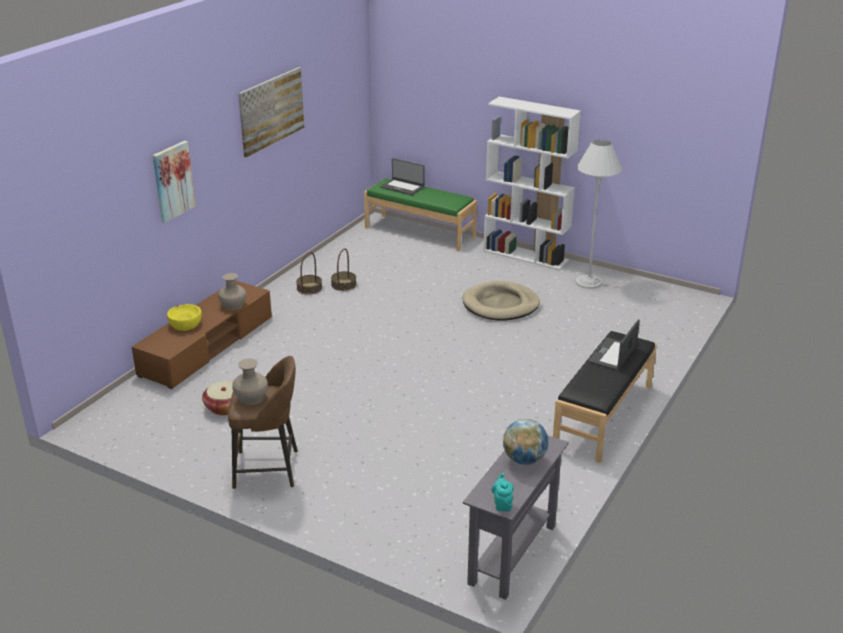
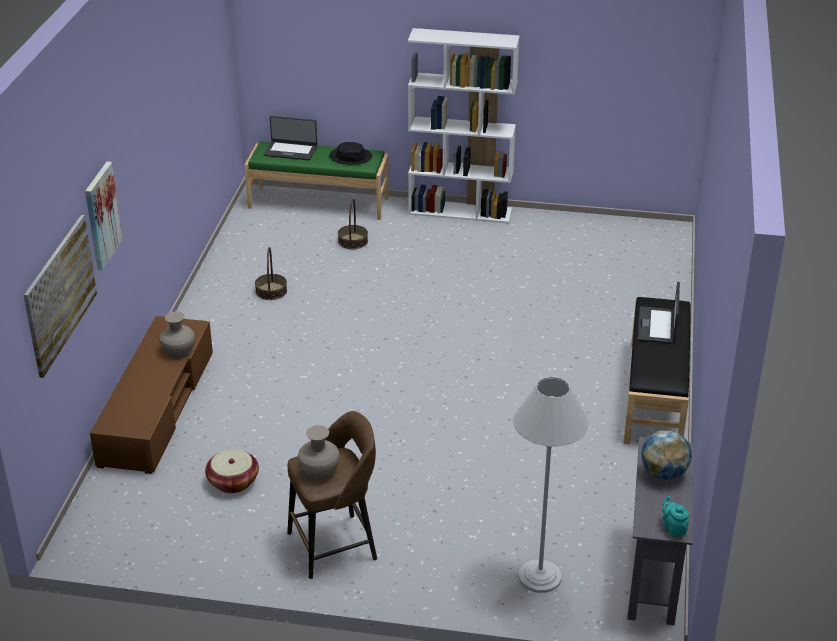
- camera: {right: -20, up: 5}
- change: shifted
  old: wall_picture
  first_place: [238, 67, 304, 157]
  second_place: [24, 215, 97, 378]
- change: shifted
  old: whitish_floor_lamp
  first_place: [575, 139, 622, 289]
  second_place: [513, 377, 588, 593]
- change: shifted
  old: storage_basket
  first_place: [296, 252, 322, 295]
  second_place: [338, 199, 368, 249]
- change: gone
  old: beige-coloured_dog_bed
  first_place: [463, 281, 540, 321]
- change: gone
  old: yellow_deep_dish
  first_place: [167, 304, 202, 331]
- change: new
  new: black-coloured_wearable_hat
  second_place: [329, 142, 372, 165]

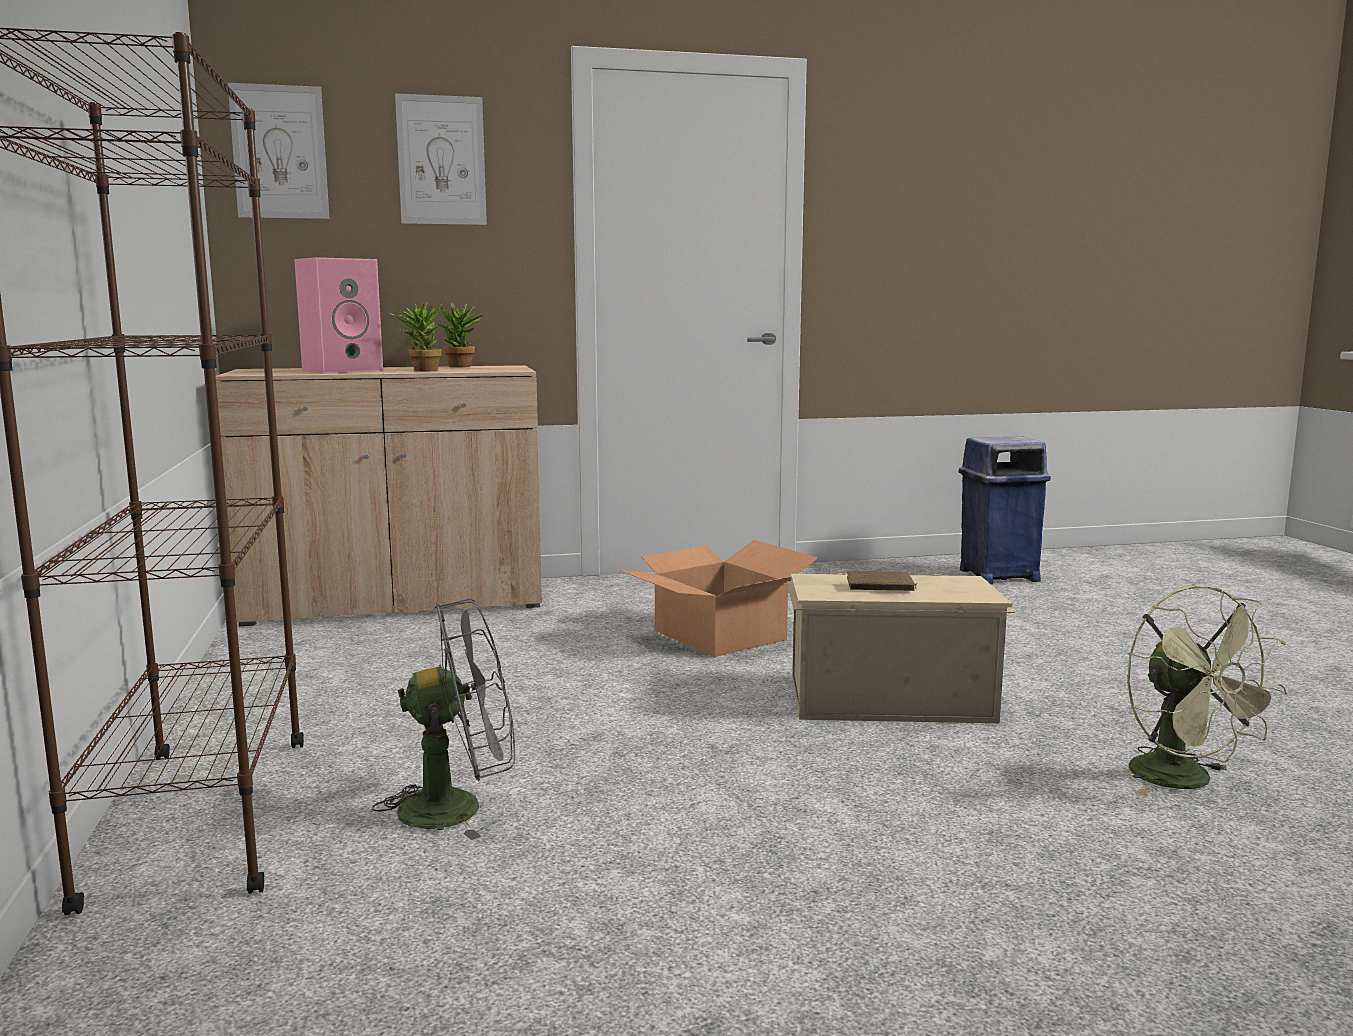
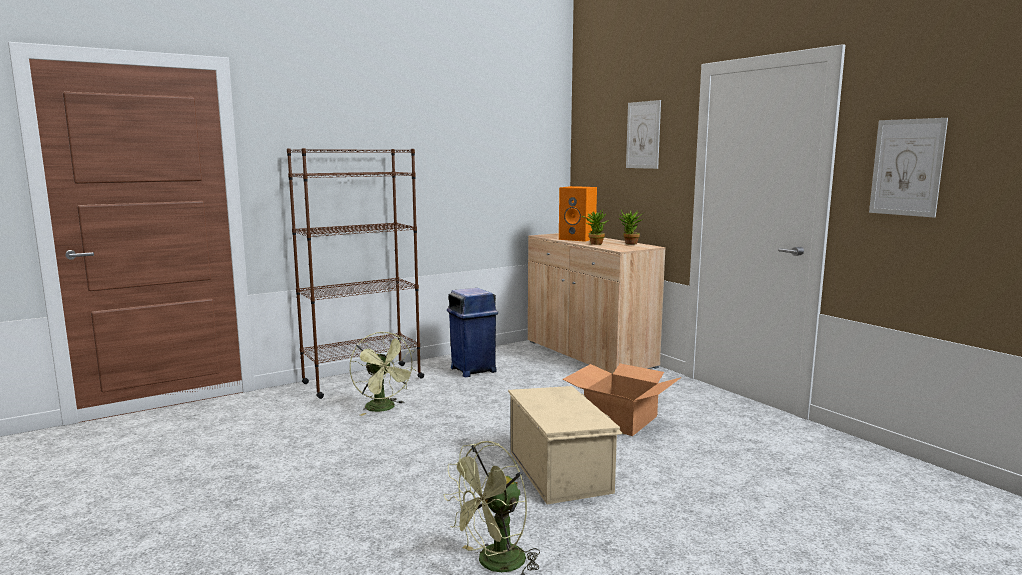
- camera: {right: 70, up: 0}
- change: shifted
  old: wall_picture
  first_place: [228, 83, 329, 219]
  second_place: [869, 118, 948, 218]
- change: repainted
  old: pinkish_speaker
  new: orange-coloured_speaker
  first_place: [294, 257, 383, 374]
  second_place: [559, 186, 597, 242]
- change: shifted
  old: blue_waste_bin
  first_place: [958, 436, 1051, 584]
  second_place: [447, 288, 498, 377]
- change: gone
  old: brown_book
  first_place: [846, 571, 918, 591]
- change: repainted
  old: greyish_fan
  new: green_fan
  first_place: [372, 598, 515, 840]
  second_place: [350, 332, 416, 416]

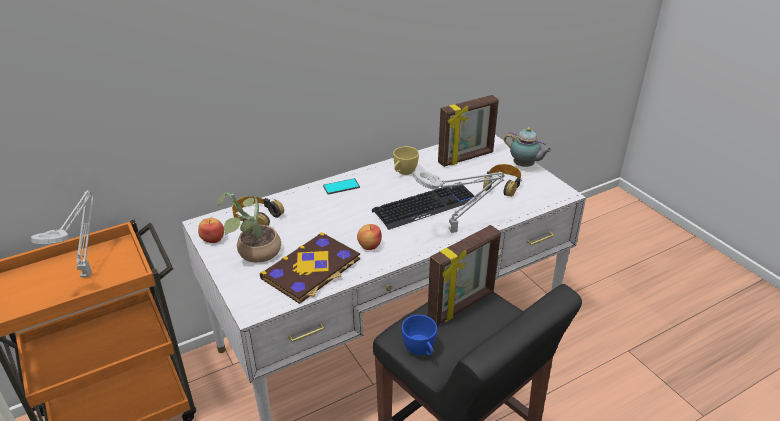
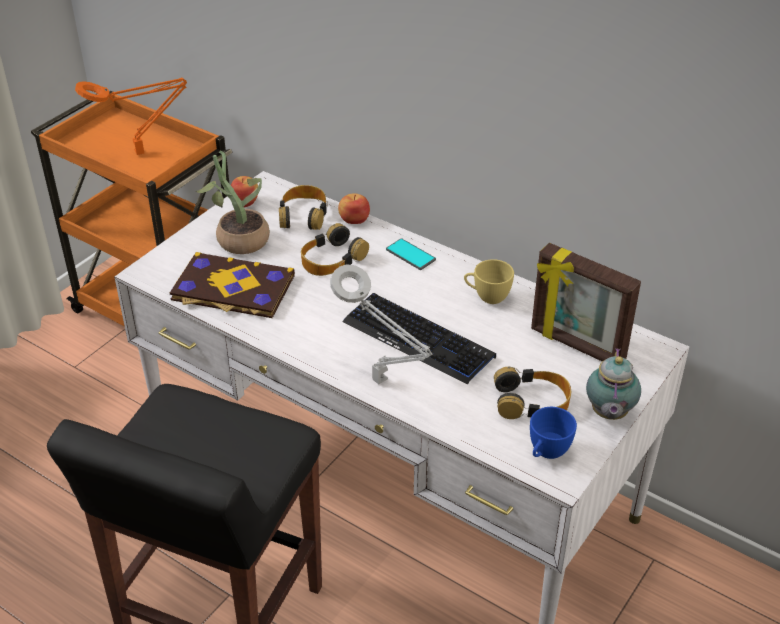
- camera: {right: 65, up: 5}
- change: repainted
  old: greyish_table_lamp
  new: orange-coloured_table_lamp
  first_place: [31, 190, 95, 277]
  second_place: [75, 77, 187, 155]
- change: shifted
  old: apple
  first_place: [357, 224, 382, 250]
  second_place: [338, 193, 370, 224]
- change: gone
  old: standing_frame
  first_place: [427, 225, 501, 325]
- change: shifted
  old: blue_small_cup
  first_place: [402, 315, 437, 355]
  second_place: [530, 407, 577, 459]
- change: new
  new: headphones
  second_place: [301, 223, 369, 276]

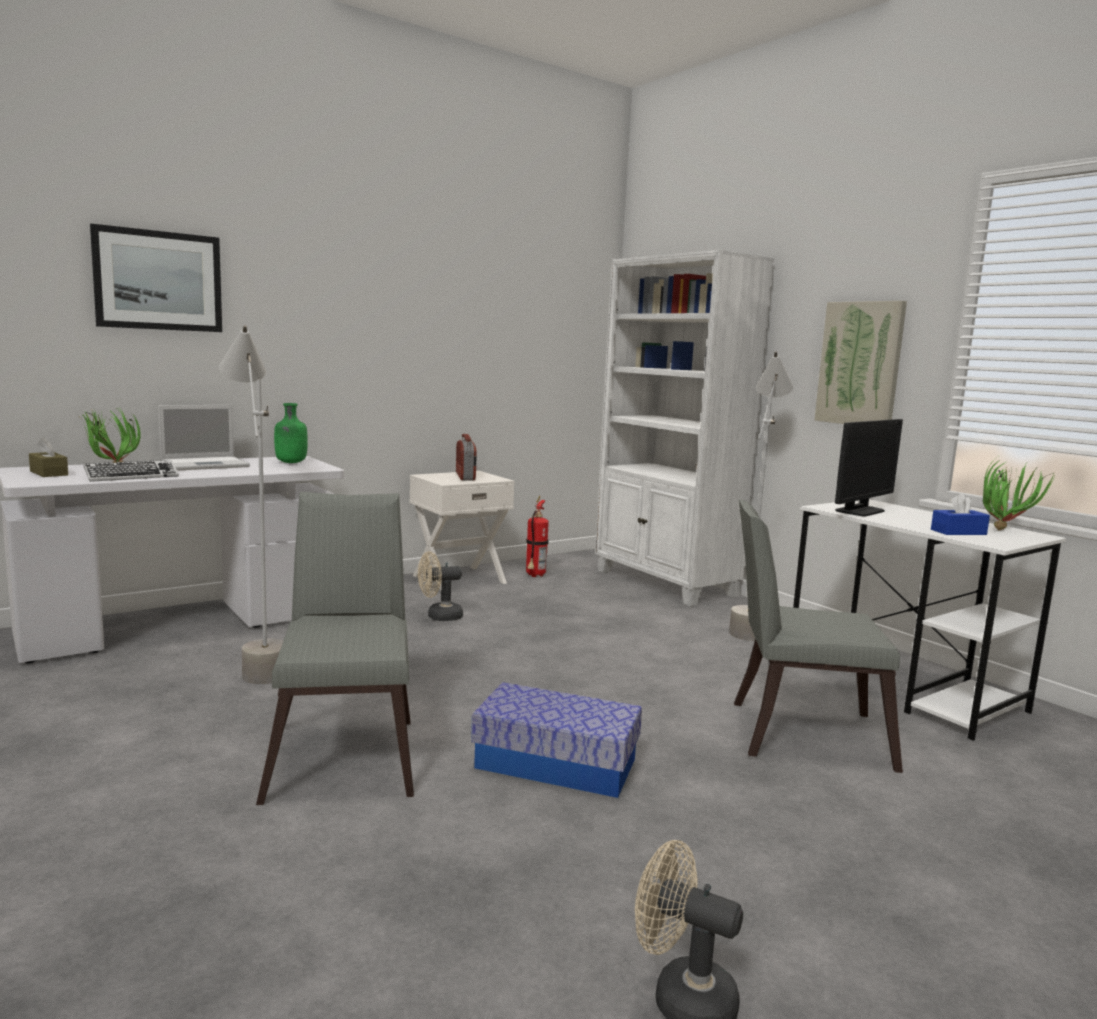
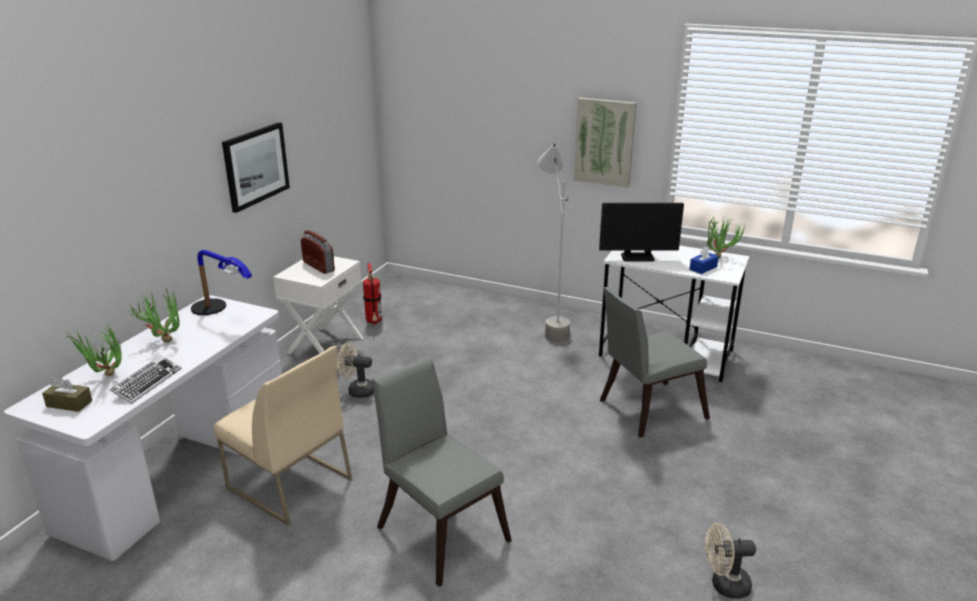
- camera: {right: -30, up: 15}
- change: shifted
  old: wall_picture
  first_place: [90, 224, 222, 332]
  second_place: [222, 122, 290, 213]
- change: gone
  old: whitish_bookshelf
  first_place: [595, 250, 775, 607]
- change: swapped
  old: greyish_floor_lamp
  new: beige-coloured_plain_chair
  first_place: [219, 325, 284, 684]
  second_place: [214, 346, 352, 525]
- change: swapped
  old: green_bottle
  new: table_lamp
  first_place: [274, 403, 308, 463]
  second_place: [191, 250, 252, 315]
- change: swapped
  old: notebook_computer
  new: houseplant
  first_place: [158, 405, 250, 471]
  second_place: [130, 289, 180, 342]
- change: rotated
  old: monitor
  first_place: [835, 419, 903, 516]
  second_place: [599, 203, 684, 262]
  degrees: 75
- change: rotated
  old: beige-coloured_fan
  first_place: [418, 551, 463, 621]
  second_place: [337, 343, 374, 398]
  degrees: 60
- change: gone
  old: storage_container
  first_place: [471, 682, 642, 798]

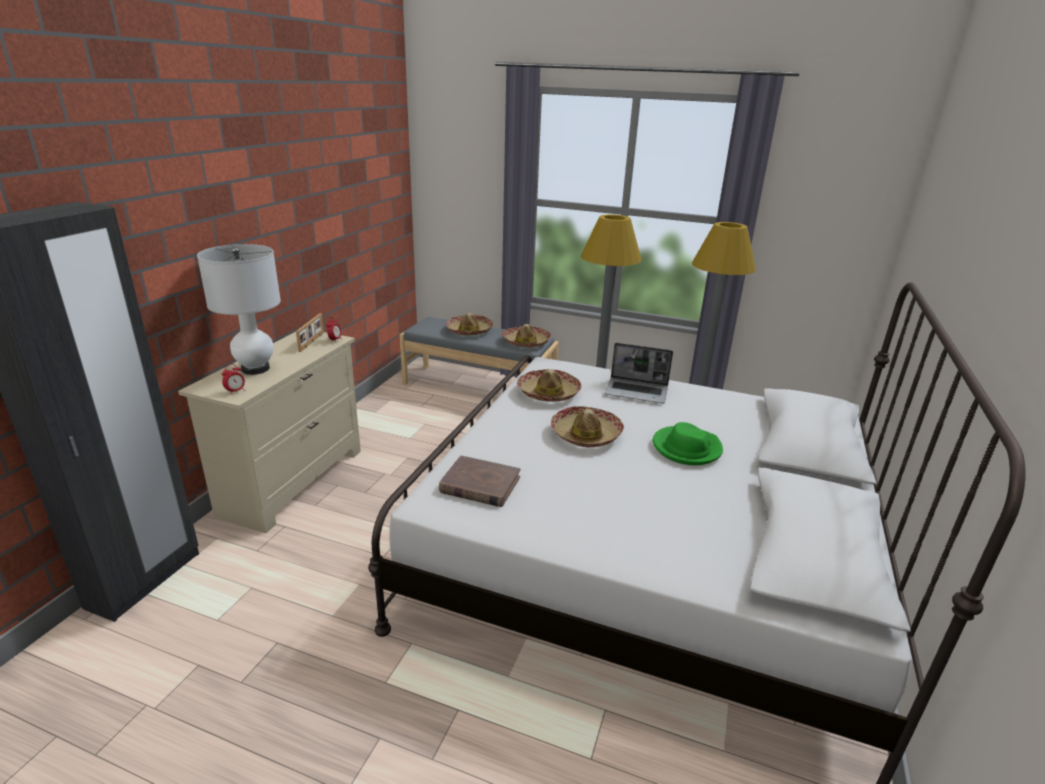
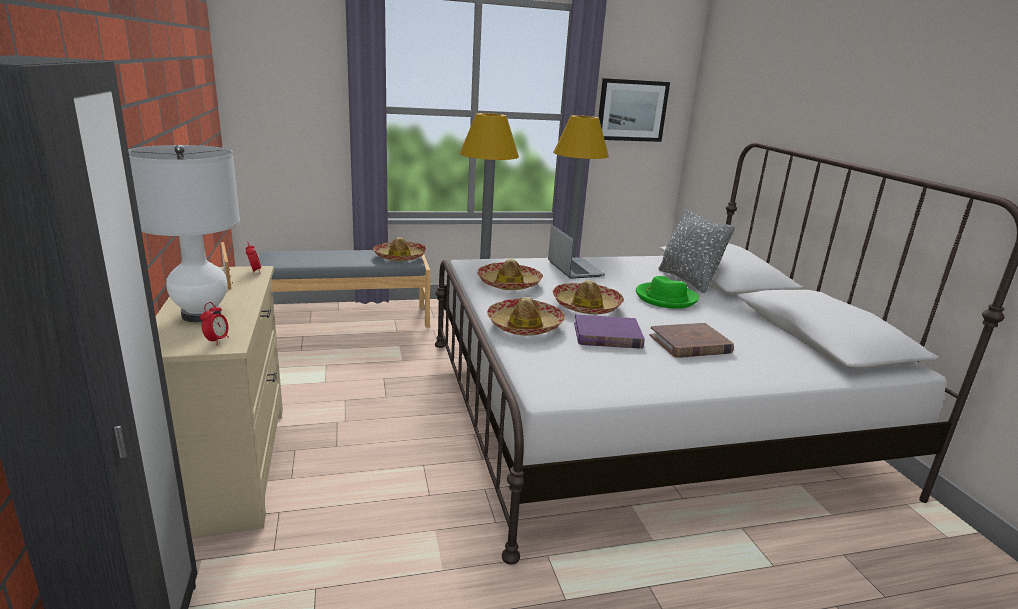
- camera: {right: -35, up: -5}
- change: shifted
  old: wearable_hat
  first_place: [446, 313, 493, 336]
  second_place: [487, 297, 565, 336]
- change: rotated
  old: notebook_computer
  first_place: [604, 343, 673, 404]
  second_place: [548, 224, 605, 279]
  degrees: -90
- change: shifted
  old: brown_book
  first_place: [439, 456, 520, 507]
  second_place: [650, 323, 734, 358]
- change: new
  new: wall_picture
  second_place: [598, 78, 670, 142]
- change: new
  new: greyish_pillow
  second_place: [658, 209, 735, 293]
- change: new
  new: purple_book
  second_place: [574, 315, 645, 349]

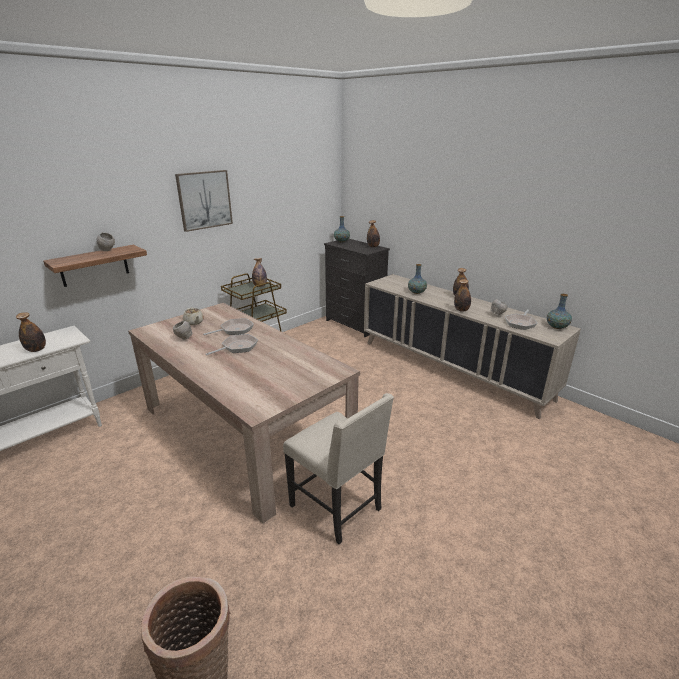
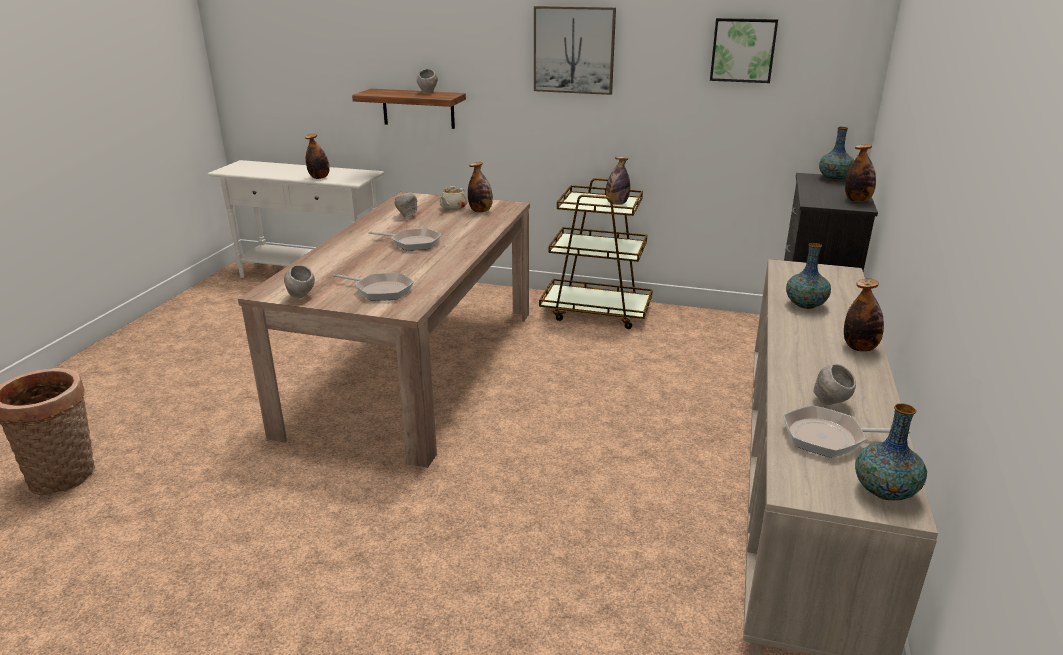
- camera: {right: 60, up: 0}
- change: shifted
  old: bottle
  first_place: [454, 279, 471, 312]
  second_place: [468, 162, 493, 212]
- change: shifted
  old: frying_pan
  first_place: [203, 319, 254, 335]
  second_place: [333, 273, 414, 301]
- change: gone
  old: beige-coloured_plain_chair
  first_place: [283, 393, 394, 544]
- change: new
  new: wall_picture
  second_place: [710, 18, 778, 83]
- change: new
  new: greyish_deep_dish
  second_place: [284, 265, 315, 298]

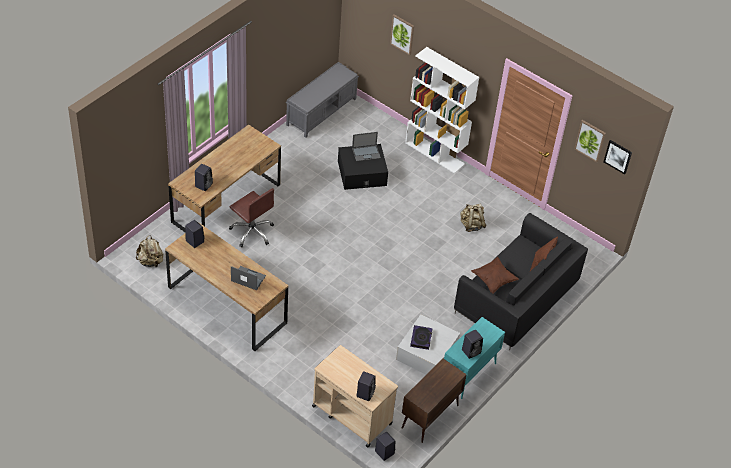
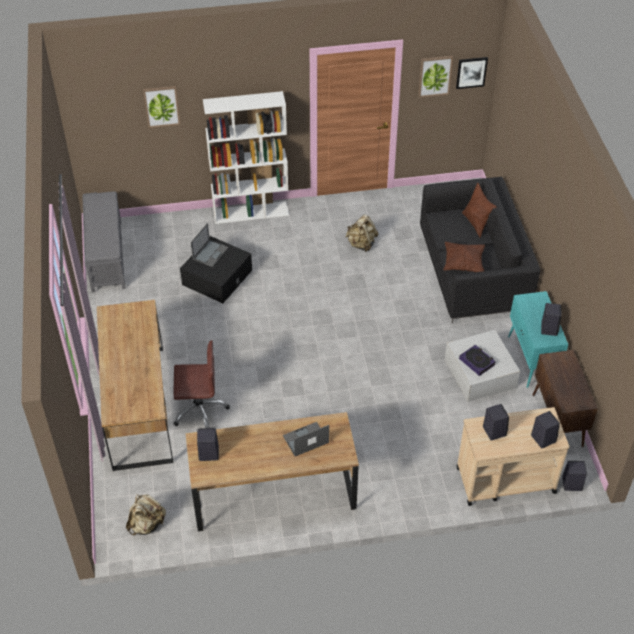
- camera: {right: -45, up: 0}
- change: shifted
  old: black-coloured_speaker
  first_place: [195, 164, 213, 191]
  second_place: [483, 404, 509, 441]

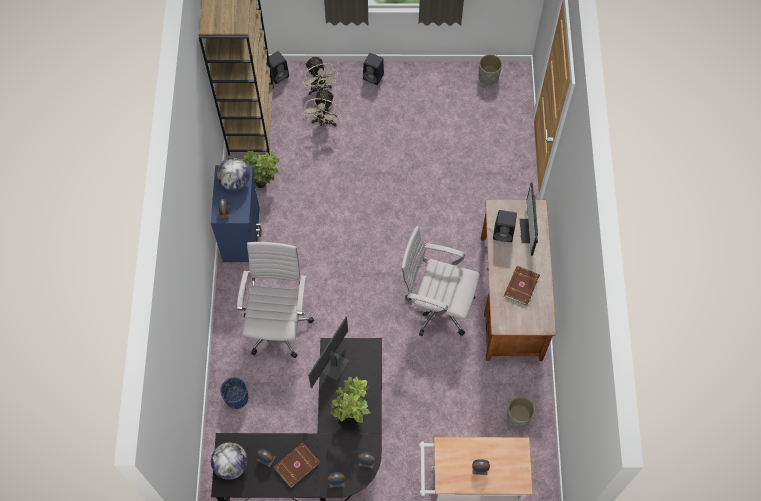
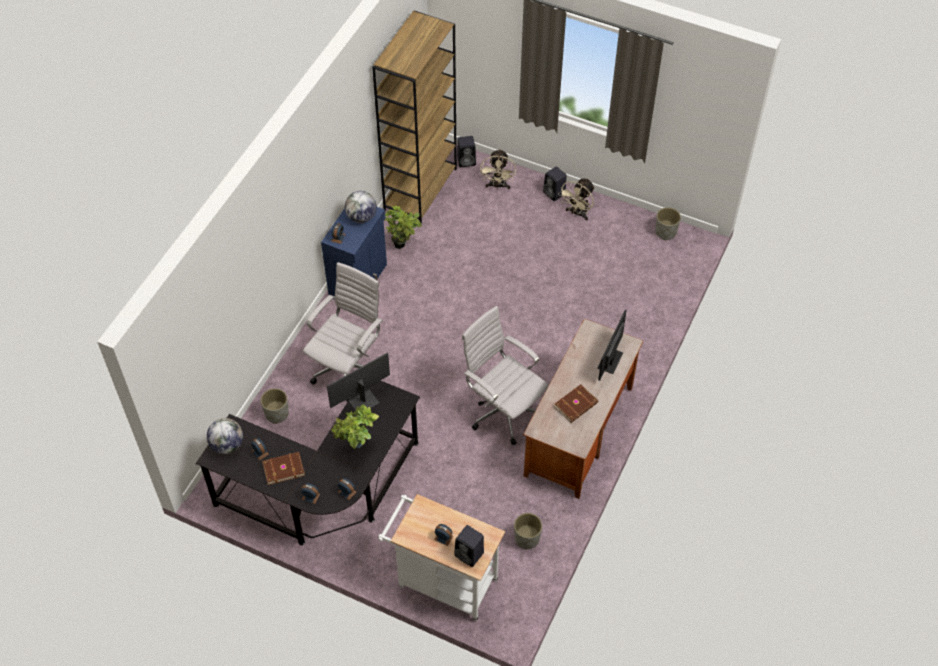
- camera: {right: 25, up: -10}
- change: shifted
  old: beige-coloured_fan
  first_place: [304, 89, 340, 126]
  second_place: [558, 178, 595, 221]
- change: shifted
  old: black-coloured_speaker
  first_place: [493, 210, 517, 242]
  second_place: [454, 525, 484, 567]
- change: repainted
  old: blue_plant_pot
  new: greyish_plant_pot
  first_place: [220, 377, 248, 409]
  second_place: [261, 388, 289, 424]

